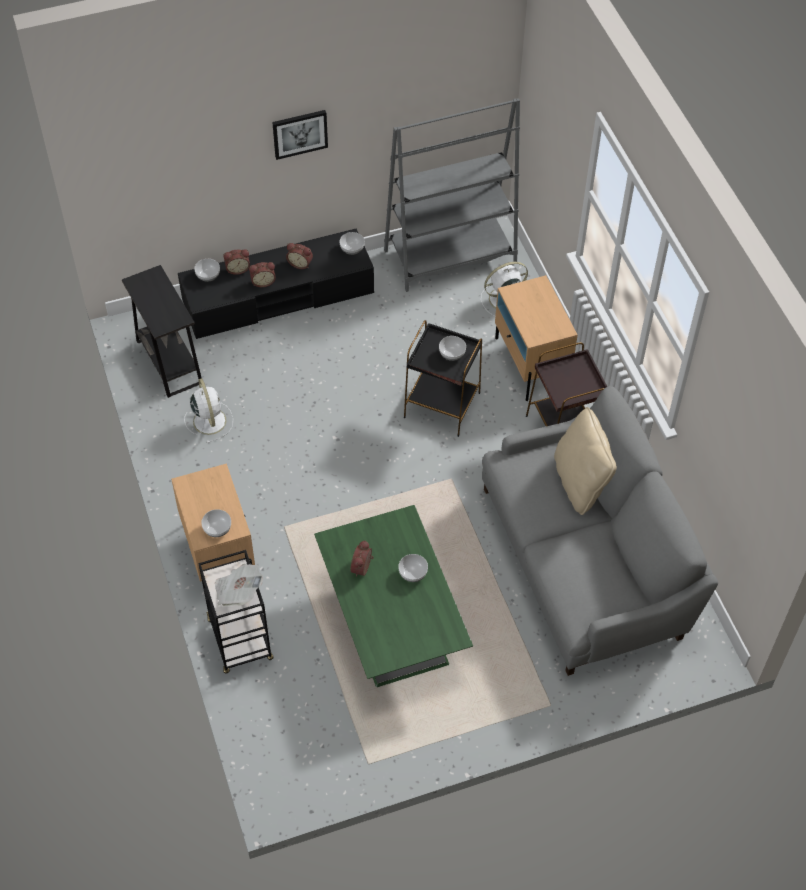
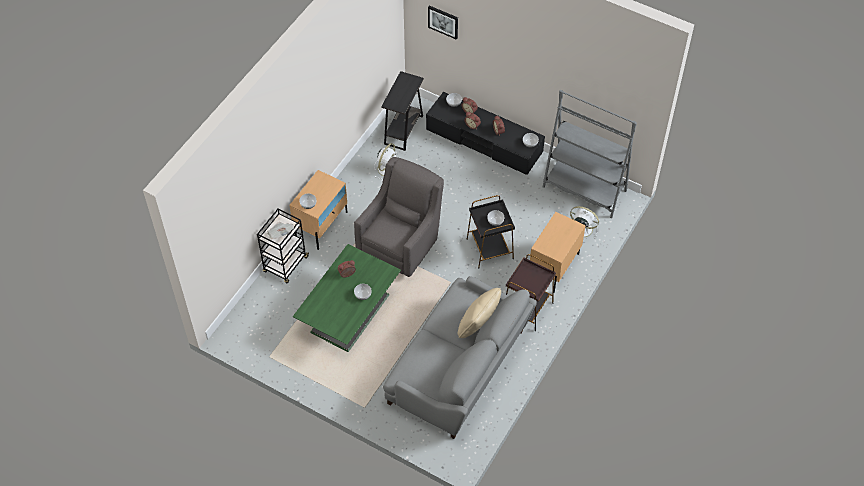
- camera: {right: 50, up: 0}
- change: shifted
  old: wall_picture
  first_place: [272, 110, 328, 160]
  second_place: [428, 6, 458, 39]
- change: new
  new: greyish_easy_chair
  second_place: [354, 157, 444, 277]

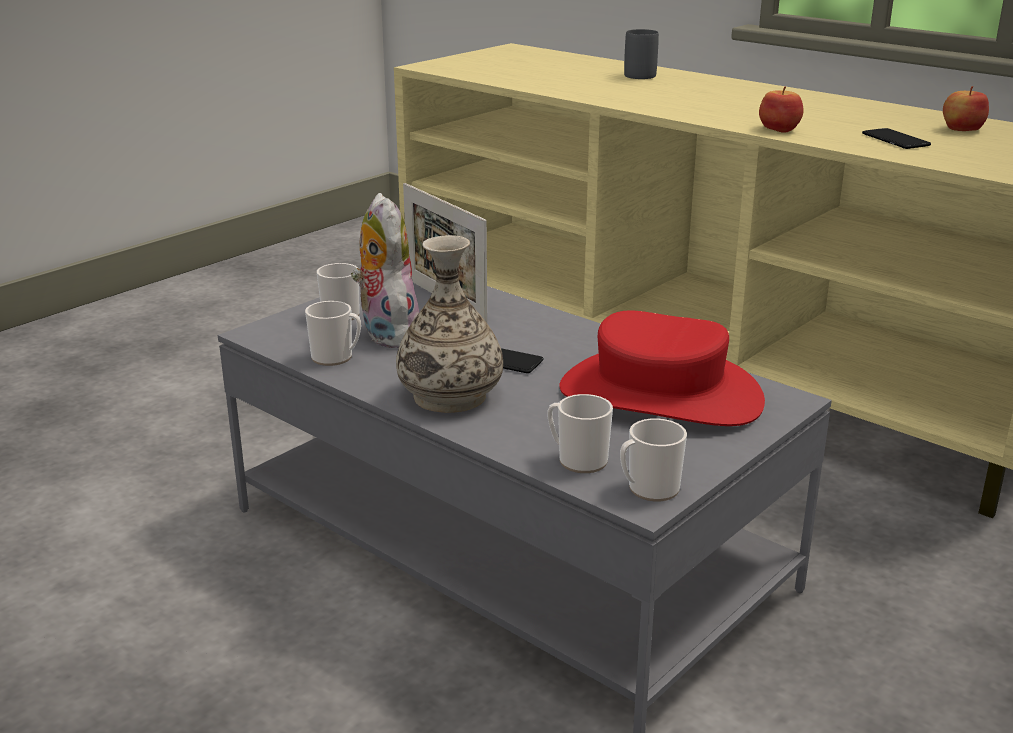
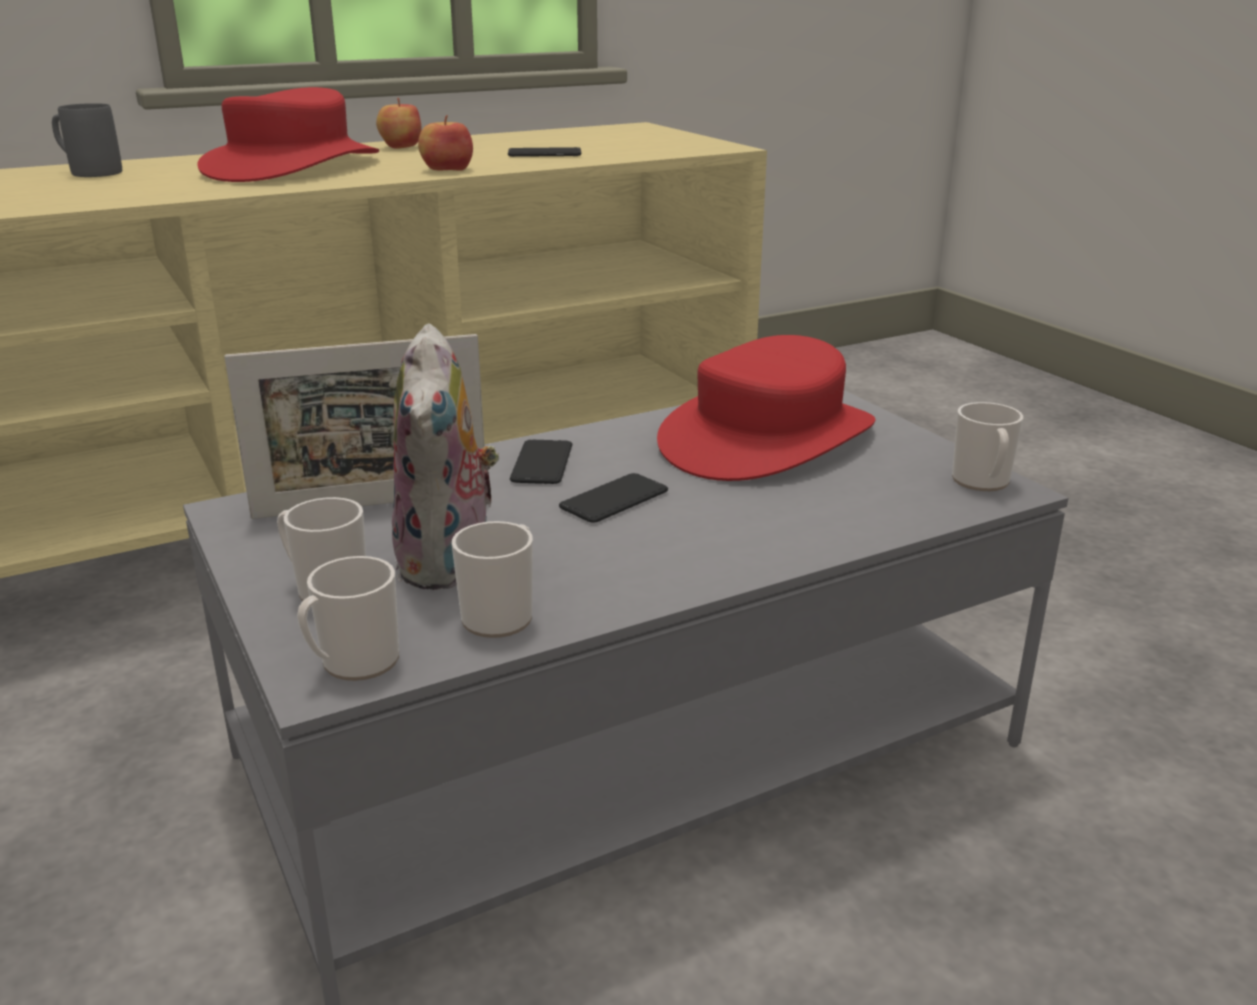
- camera: {right: -70, up: 0}
- change: shifted
  old: apple
  first_place: [943, 86, 989, 131]
  second_place: [376, 98, 422, 149]
- change: rotated
  old: plush_toy
  first_place: [351, 193, 419, 348]
  second_place: [392, 323, 499, 590]
  degrees: -90
- change: gone
  old: decorative_vase
  first_place: [396, 235, 503, 413]
- change: shifted
  old: tea_mug
  first_place: [547, 394, 613, 473]
  second_place: [297, 556, 399, 681]
- change: new
  new: reddish_wearable_hat
  second_place: [197, 87, 379, 182]
- change: new
  new: phone
  second_place: [510, 440, 572, 484]

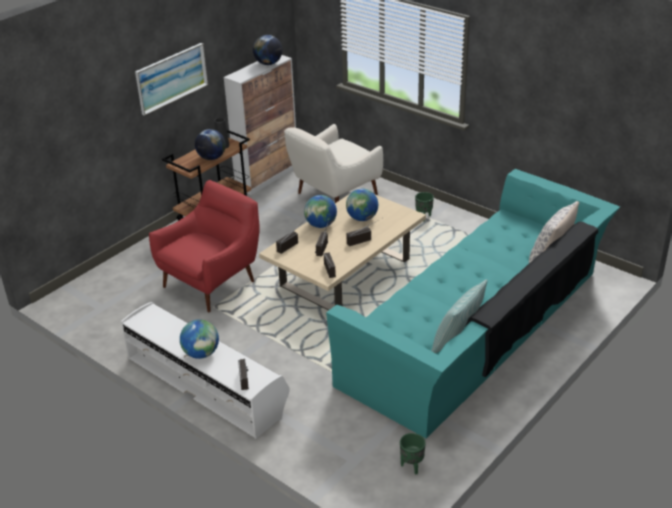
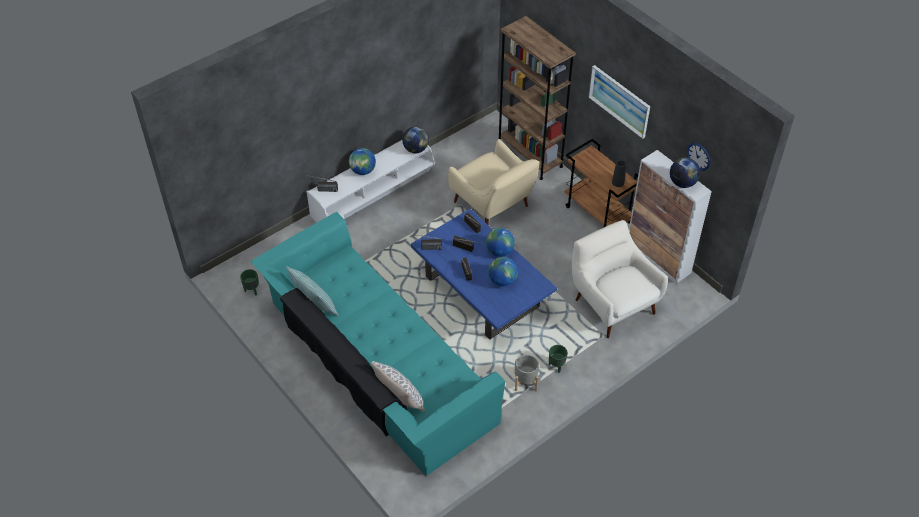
- camera: {right: 100, up: 15}
- change: shifted
  old: globe
  first_place: [195, 129, 226, 160]
  second_place: [402, 127, 429, 153]
- change: repainted
  old: reddish_easy_chair
  new: beige-coloured_easy_chair
  first_place: [149, 180, 260, 312]
  second_place: [448, 139, 539, 225]
- change: repainted
  old: beige-coloured_lounge_table
  new: blue_lounge_table
  first_place: [259, 188, 426, 311]
  second_place: [411, 209, 557, 339]
- change: new
  new: brown_bookshelf
  second_place: [499, 16, 576, 180]
- change: new
  new: wall_clock
  second_place: [687, 143, 710, 171]
- change: new
  new: greyish_plant_pot
  second_place: [514, 354, 539, 392]

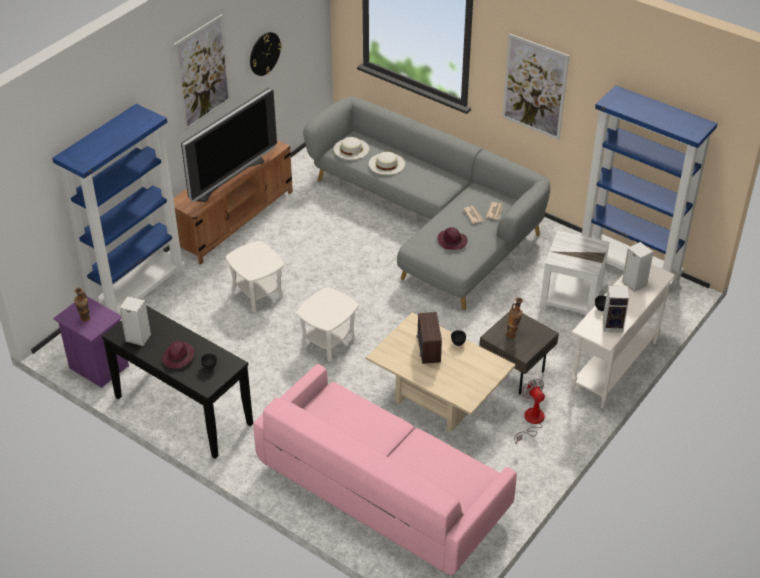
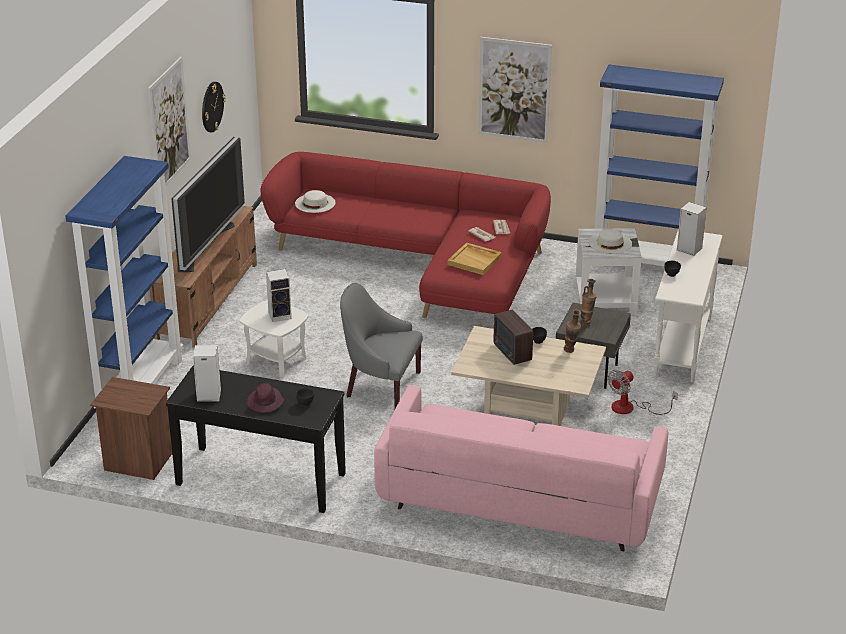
- camera: {right: -20, up: -10}
- change: repainted
  old: greyish_sofa
  new: reddish_sofa
  first_place: [303, 97, 550, 310]
  second_place: [260, 152, 551, 318]
- change: shifted
  old: whitish_wearable_hat
  first_place: [369, 152, 405, 175]
  second_place: [589, 229, 632, 254]
- change: swapped
  old: purple_wearable_hat
  new: beige-coloured_carrying_tray
  first_place: [437, 227, 468, 250]
  second_place: [447, 243, 502, 275]
- change: shifted
  old: speaker
  first_place: [602, 286, 629, 333]
  second_place: [266, 269, 292, 322]
- change: shifted
  old: decorative_vase
  first_place: [74, 287, 90, 321]
  second_place: [564, 310, 581, 353]
- change: swapped
  old: whitish_accent_table
  new: greyish_easy_chair
  first_place: [296, 287, 358, 362]
  second_place: [340, 283, 423, 409]
- change: repainted
  old: purple_night_table
  new: brown_night_table
  first_place: [53, 296, 129, 388]
  second_place: [90, 377, 172, 480]
- change: rotated
  old: fan
  first_place: [514, 379, 545, 444]
  second_place: [608, 370, 678, 415]
  degrees: -90

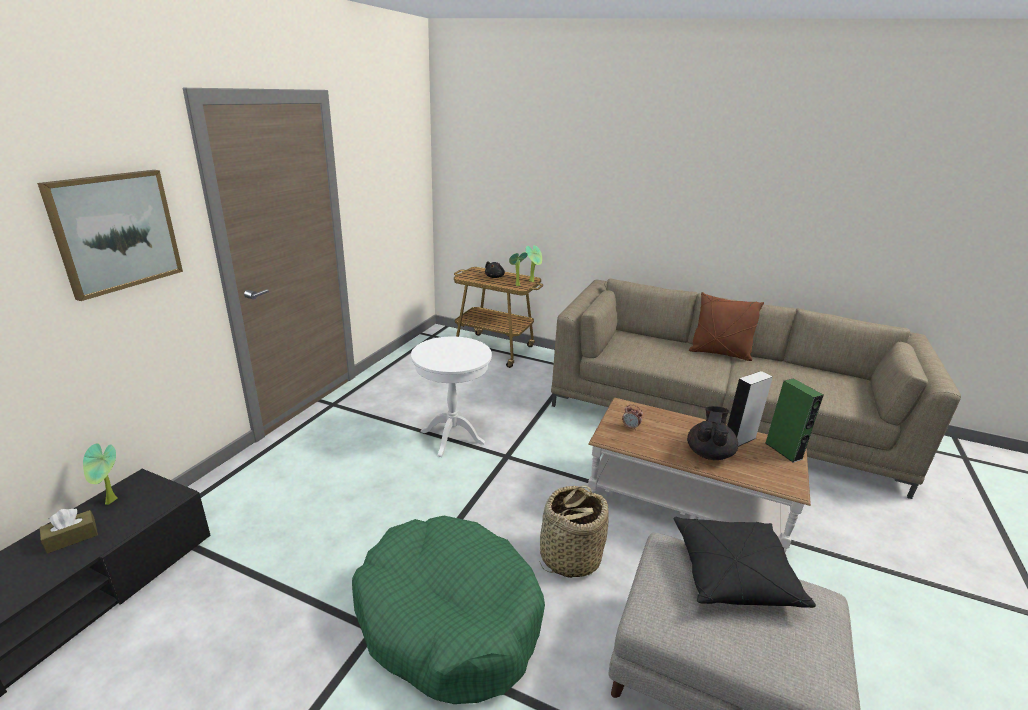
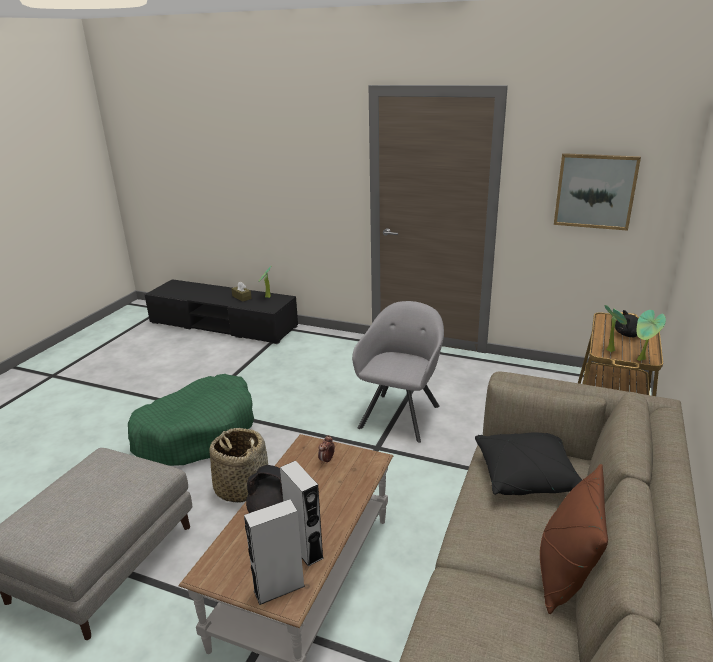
- camera: {right: 90, up: 0}
- change: shifted
  old: wall_picture
  first_place: [37, 170, 183, 301]
  second_place: [554, 153, 641, 231]
- change: swapped
  old: whitish_accent_table
  new: greyish_easy_chair
  first_place: [411, 336, 492, 457]
  second_place: [352, 301, 444, 443]
- change: repainted
  old: green_speaker
  new: greyish_speaker
  first_place: [765, 378, 824, 463]
  second_place: [244, 499, 305, 605]
- change: shifted
  old: black-coloured_pillow
  first_place: [674, 517, 816, 608]
  second_place: [475, 433, 582, 495]

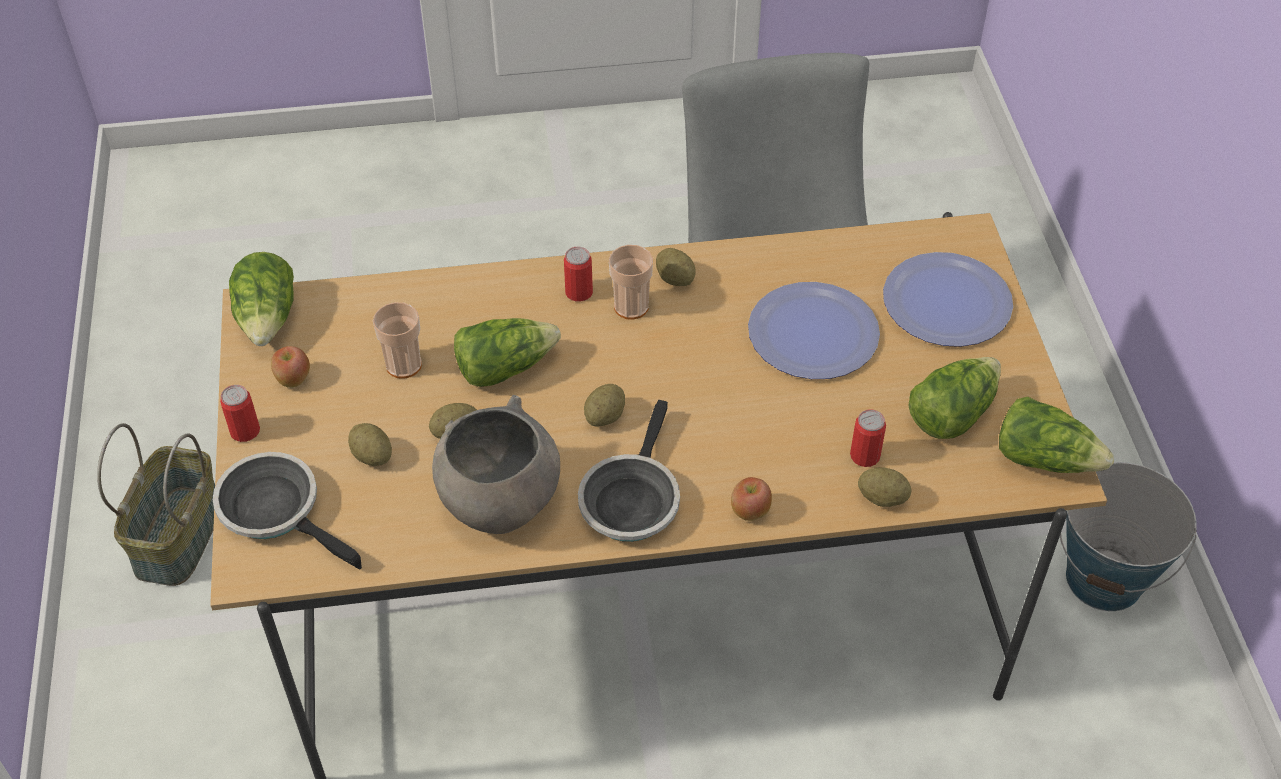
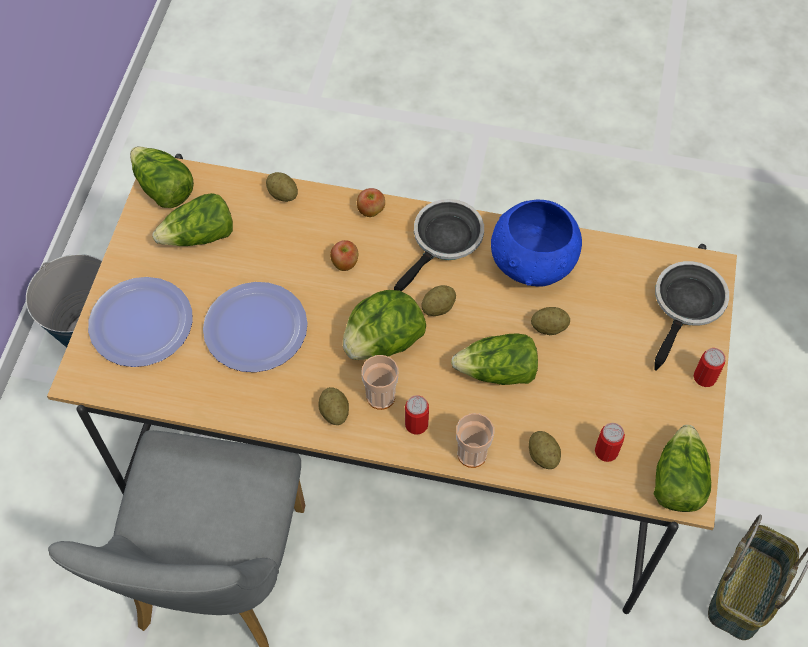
- camera: {right: -160, up: 10}
- change: shifted
  old: small_cup
  first_place: [373, 302, 422, 379]
  second_place: [456, 413, 494, 468]
- change: shifted
  old: apple
  first_place: [271, 346, 310, 388]
  second_place: [330, 240, 358, 271]
- change: repainted
  old: greyish_deep_dish
  new: blue_deep_dish
  first_place: [432, 395, 560, 534]
  second_place: [491, 200, 582, 287]
- change: shifted
  old: sealed_can
  first_place: [850, 409, 886, 467]
  second_place: [595, 423, 625, 462]
- change: shifted
  old: spud
  first_place: [348, 423, 392, 466]
  second_place: [529, 431, 561, 469]
- change: rotated
  old: frying_pan
  first_place: [213, 452, 362, 570]
  second_place: [654, 261, 729, 371]
  degrees: -120
- change: new
  new: lettuce
  second_place: [343, 290, 426, 360]

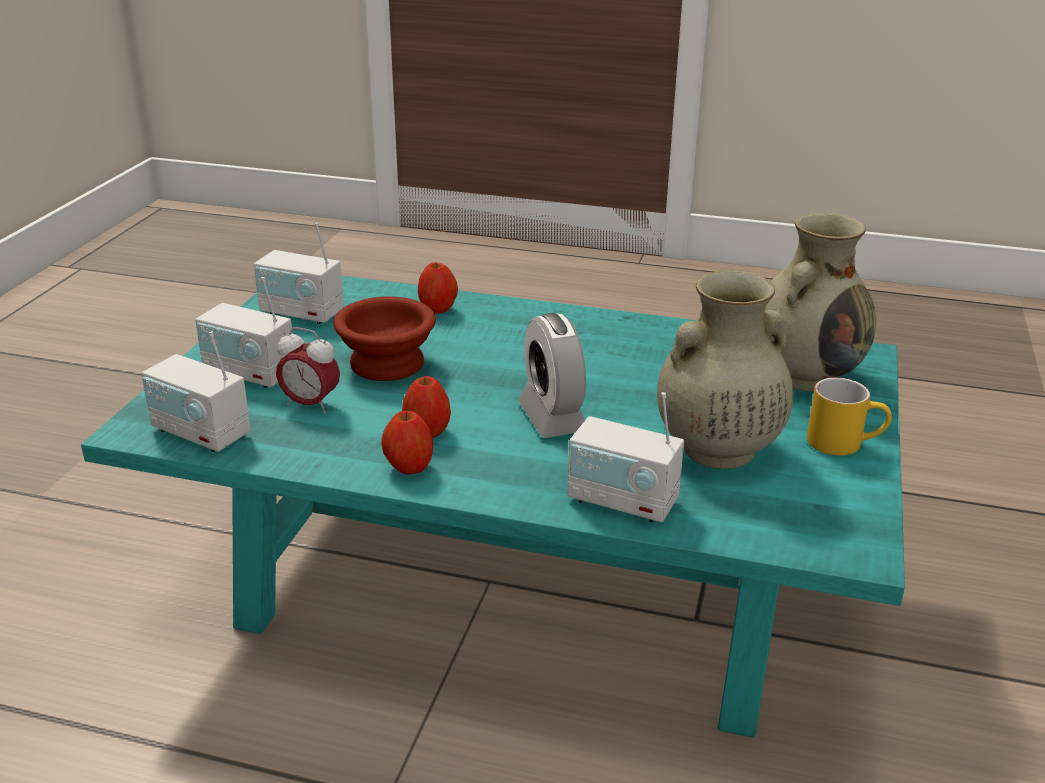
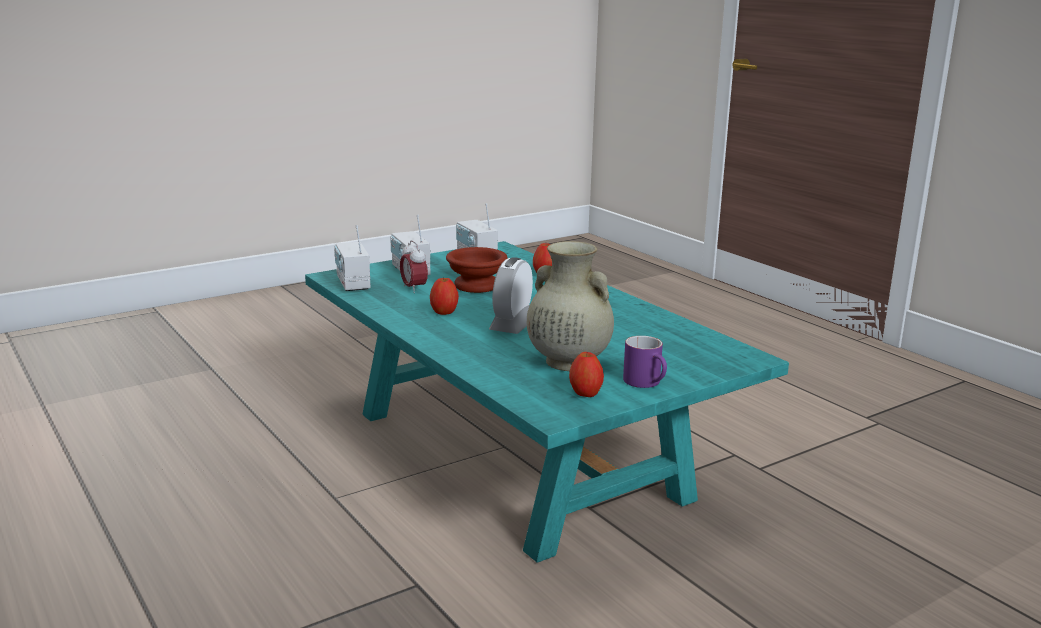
- camera: {right: 40, up: -10}
- change: gone
  old: beige-coloured_decorative_vase
  first_place: [765, 213, 876, 392]
- change: repainted
  old: yellow_tea_mug
  new: purple_tea_mug
  first_place: [807, 378, 892, 456]
  second_place: [623, 336, 667, 388]
- change: gone
  old: radio_receiver
  first_place: [568, 392, 684, 522]
- change: shifted
  old: apple
  first_place: [381, 411, 433, 475]
  second_place: [569, 352, 604, 397]

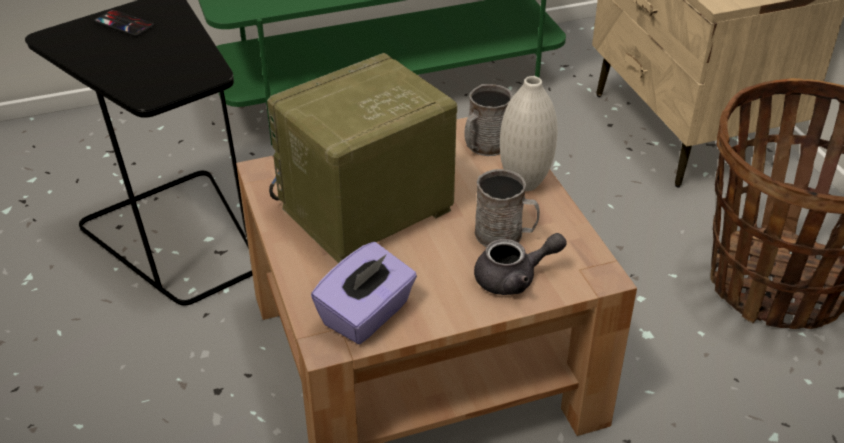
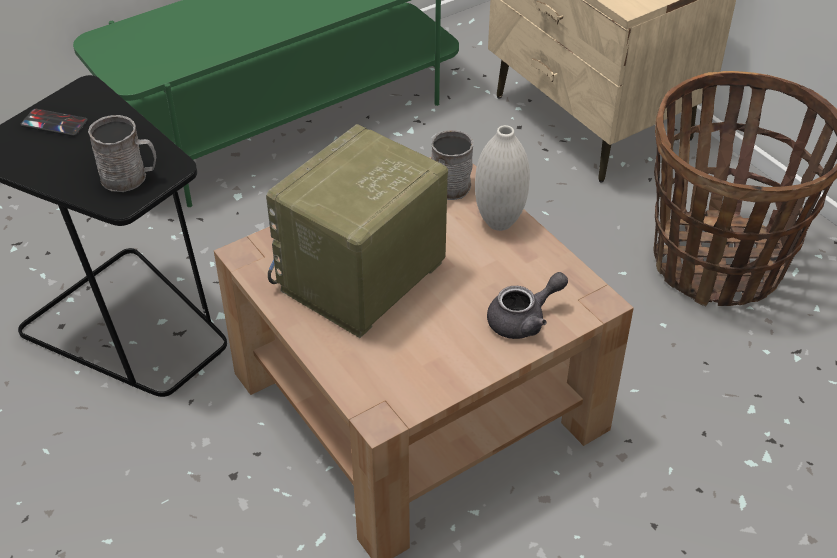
- camera: {right: -15, up: 5}
- change: shifted
  old: greyish_tea_mug
  first_place: [475, 169, 540, 247]
  second_place: [88, 115, 156, 192]
- change: gone
  old: purple_tissue_holder
  first_place: [311, 242, 417, 344]

